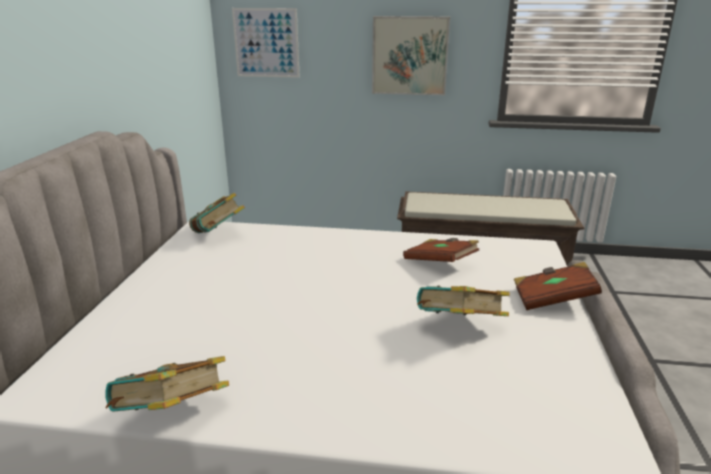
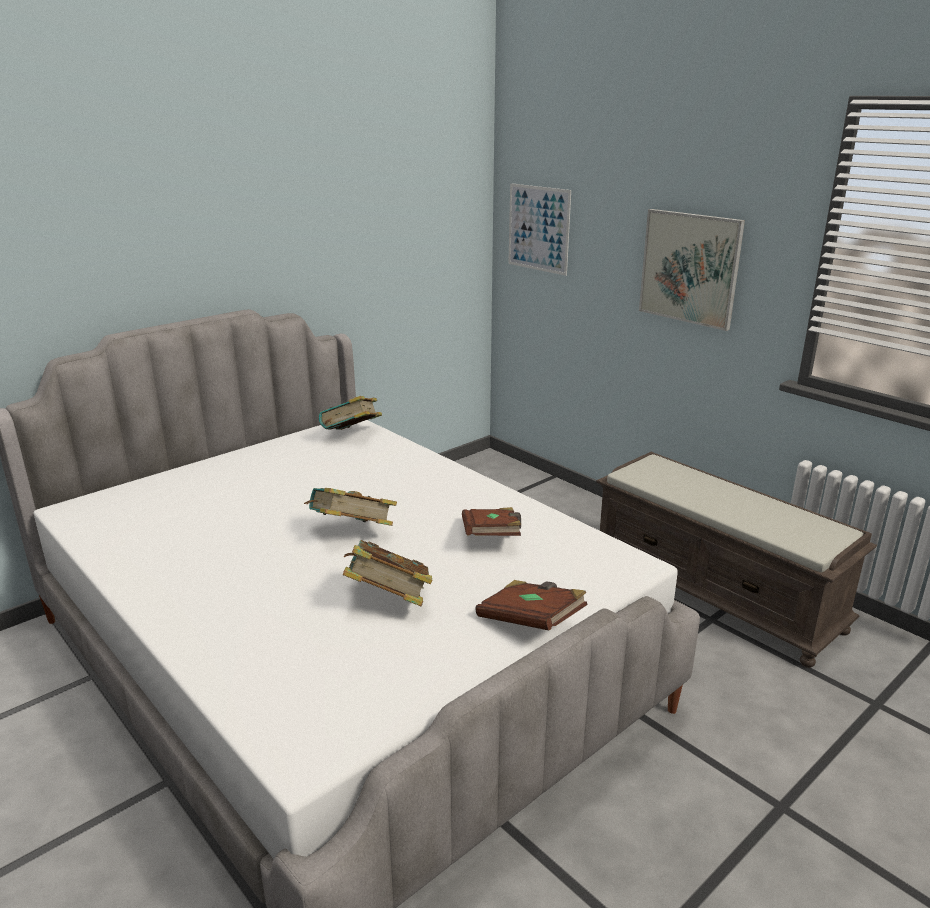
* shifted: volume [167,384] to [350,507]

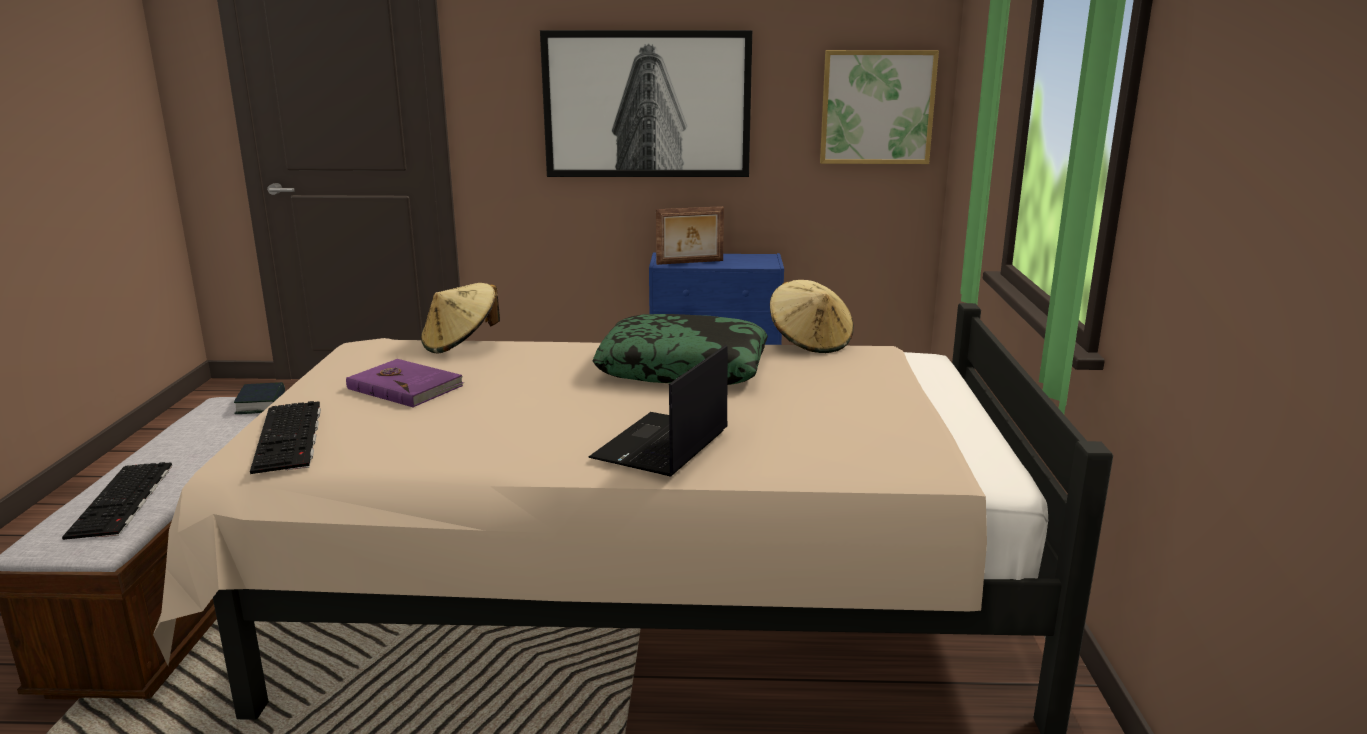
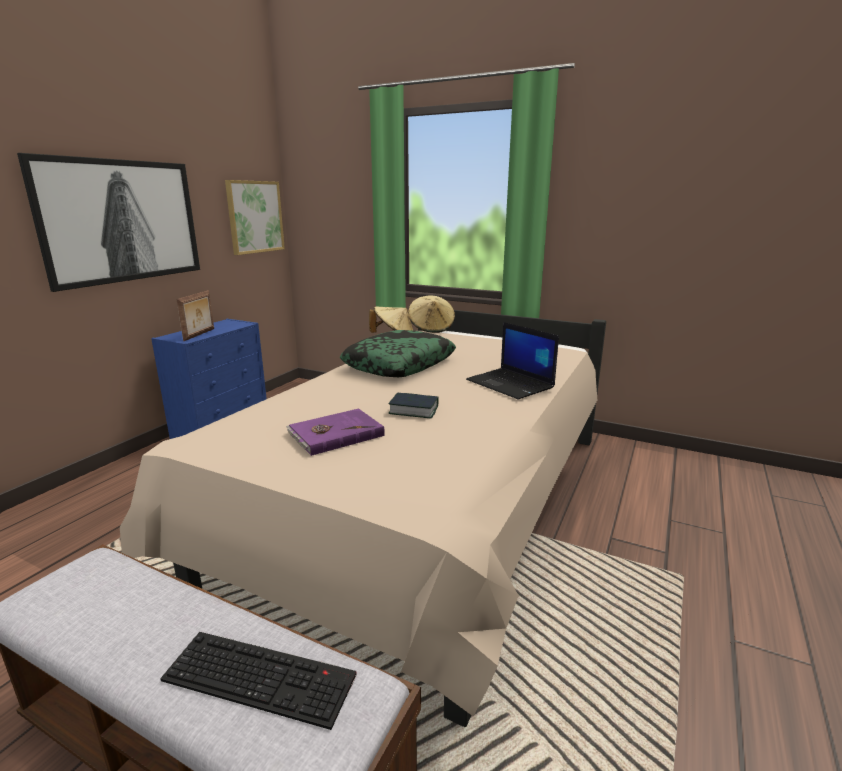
* shifted: volume [259,398] to [413,406]
* shifted: hat (beige-coloured) [460,318] to [431,314]
* gone: PC keyboard [285,437]

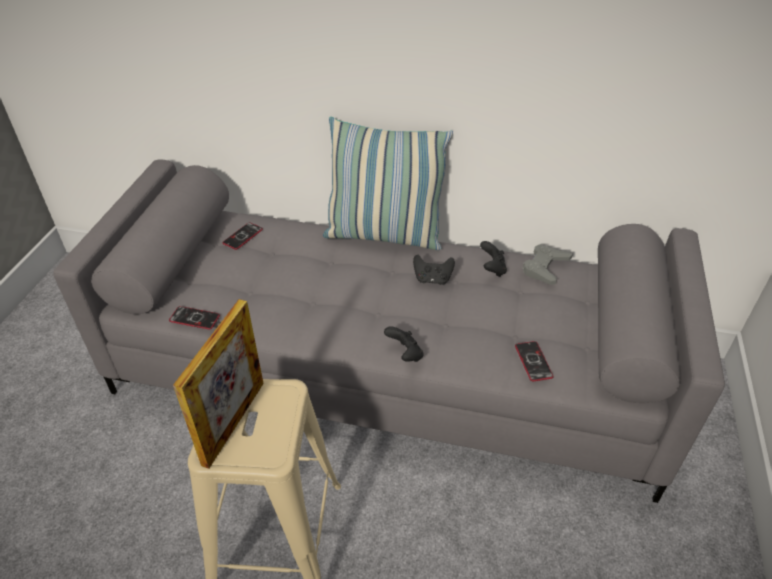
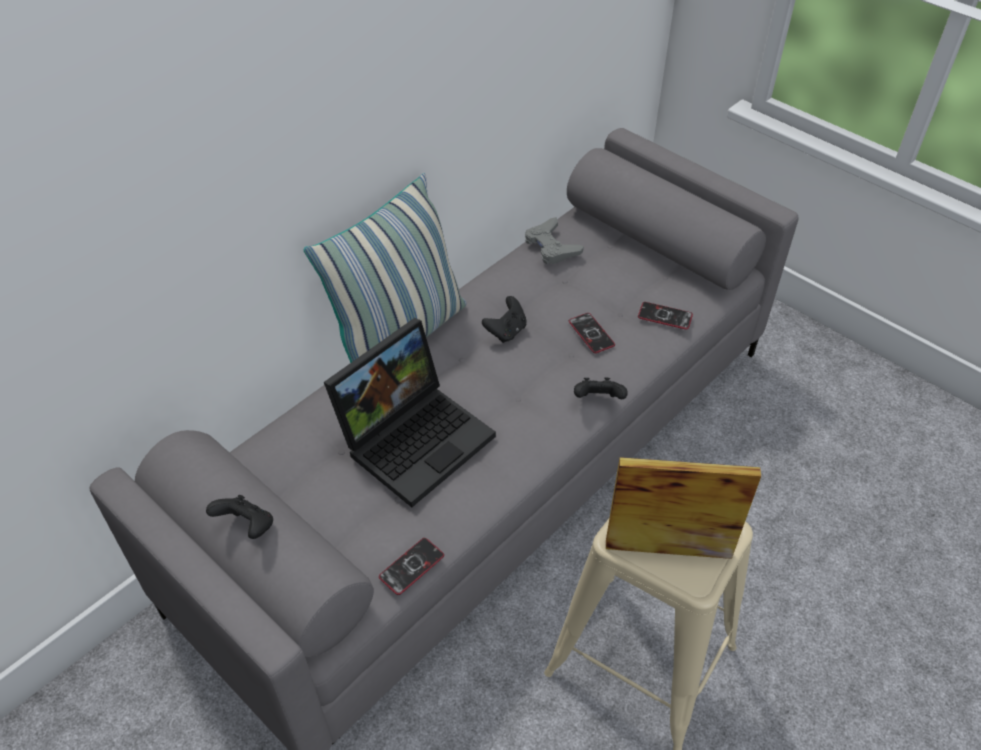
* shifted: gamepad (blackish) [493,259] to [239,517]
* new: portable computer [410,412]
* shifted: handset [242,236] to [592,333]
* rotated: picture frame [218,384] = [683,508] 45 degrees counterclockwise

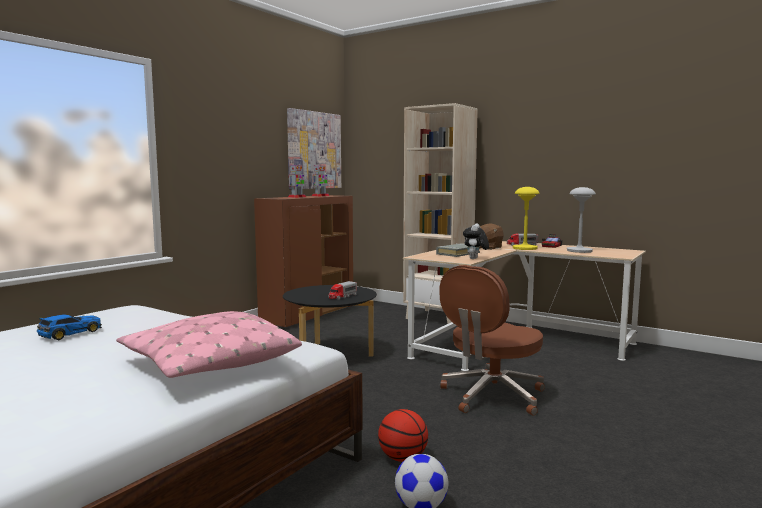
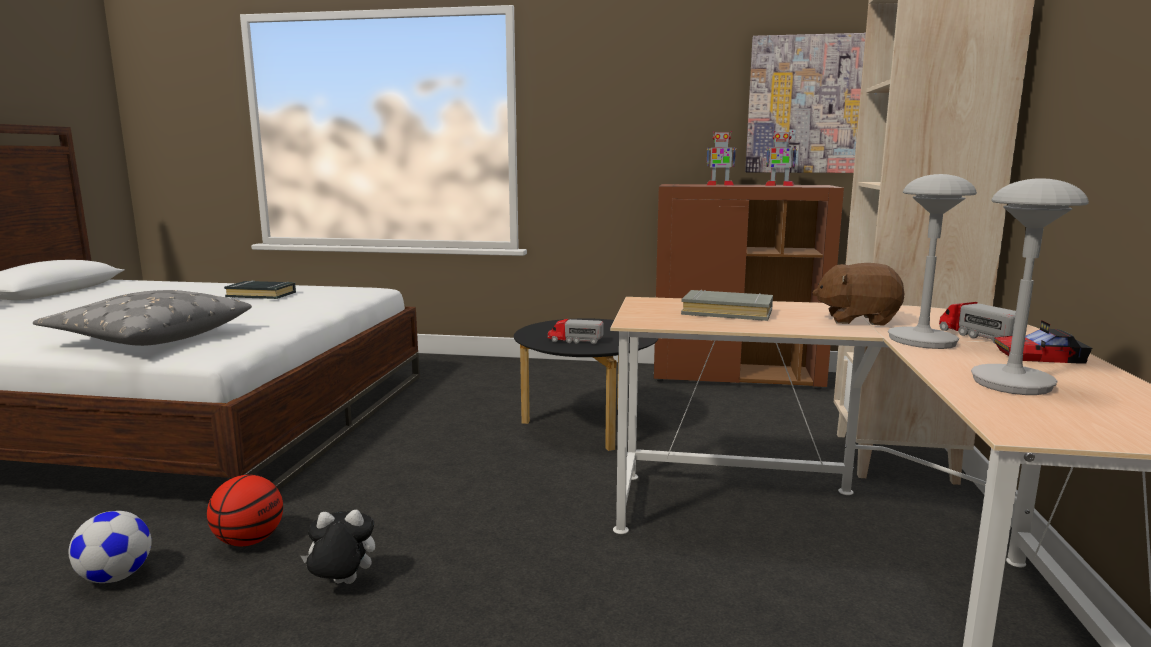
* repainted: pillow (pink) [209,344] to pillow (gray) [142,318]
* swapped: miniature car [69,327] to volume (blackish) [260,289]
* shifted: cuddly toy [476,241] to [338,547]
* repainted: lamp for a table (yellow-coloured) [526,218] to lamp for a table (gray) [932,261]
* gone: office chair (brown) [492,340]

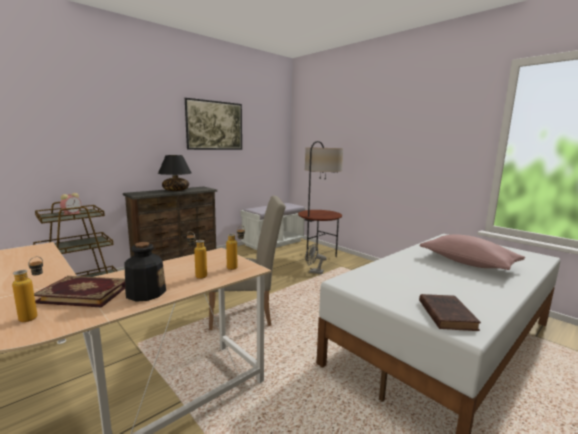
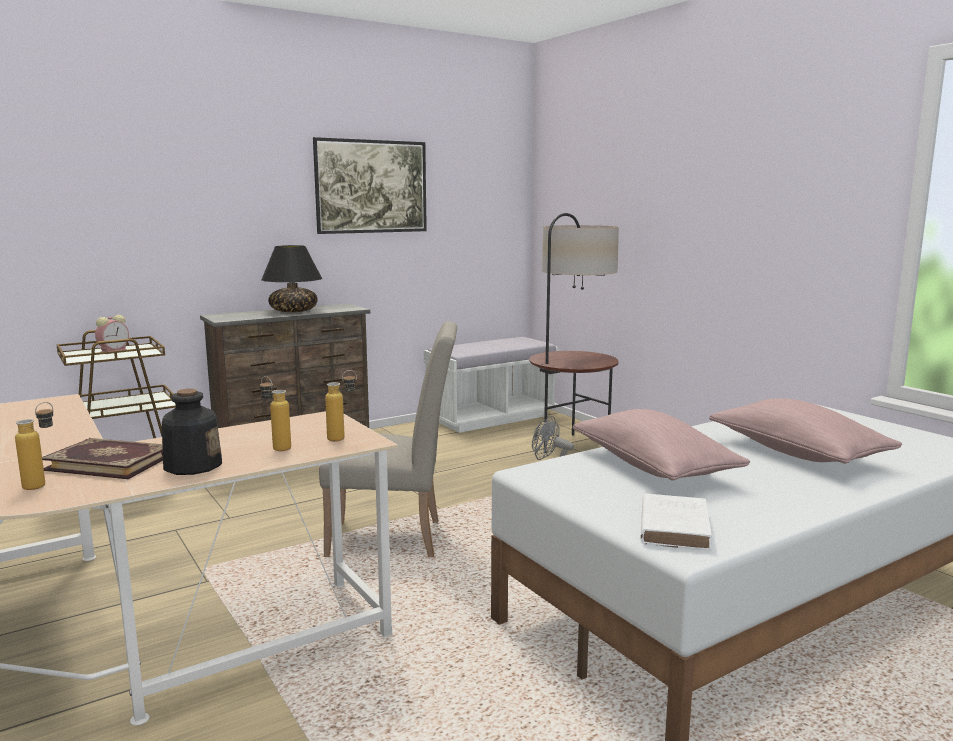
* new: pillow (pink) [661,444]
* repainted: volume (brown) [450,312] to volume (white) [676,522]

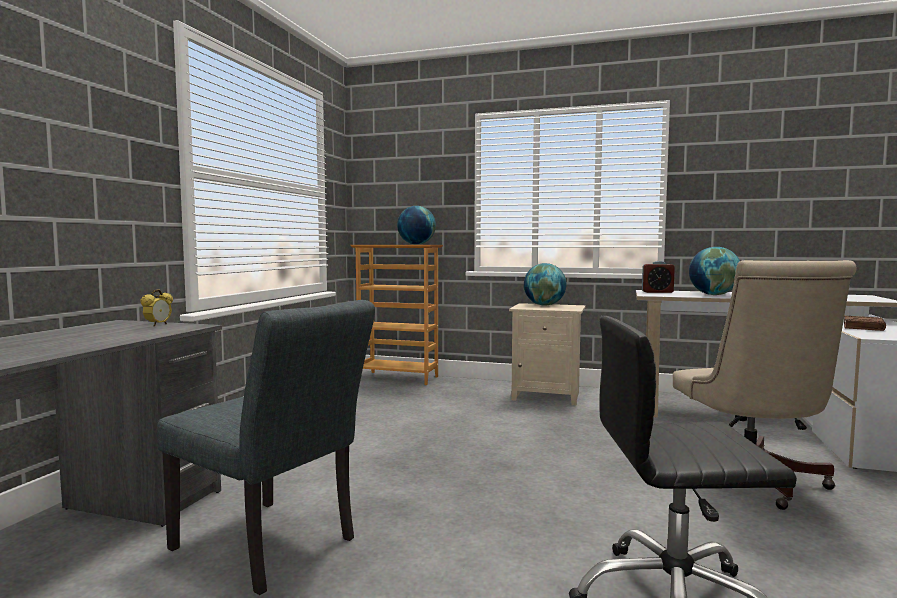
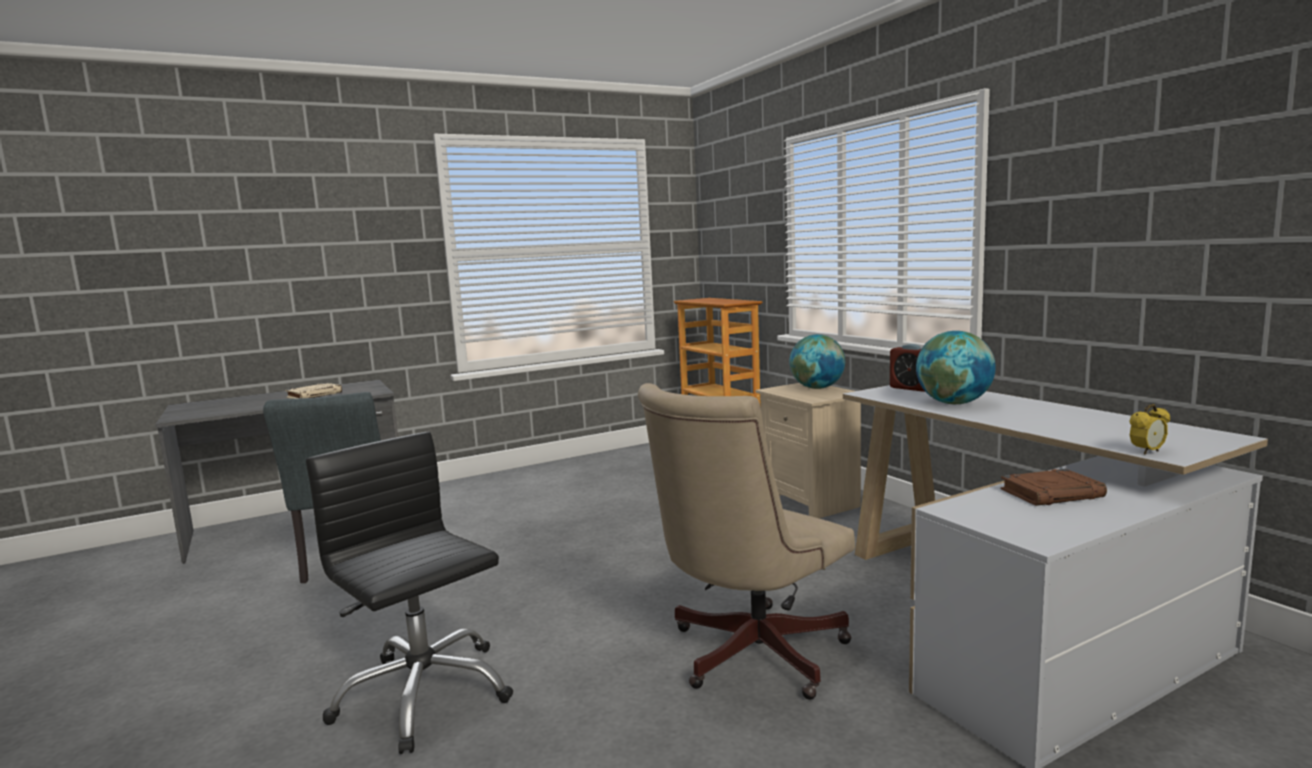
* new: volume (beige-coloured) [313,391]
* shifted: bedside clock [156,307] to [1149,429]
* gone: globe [416,225]

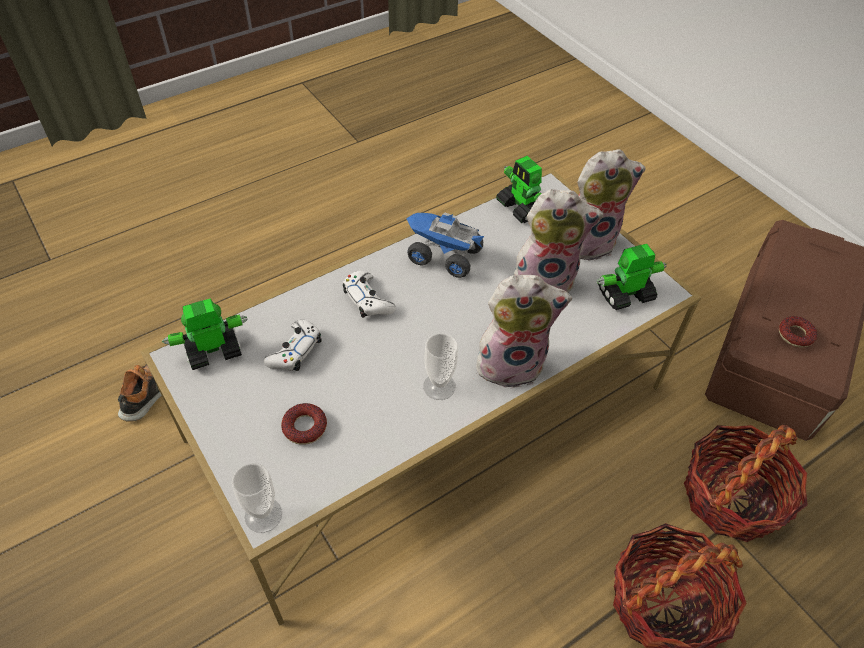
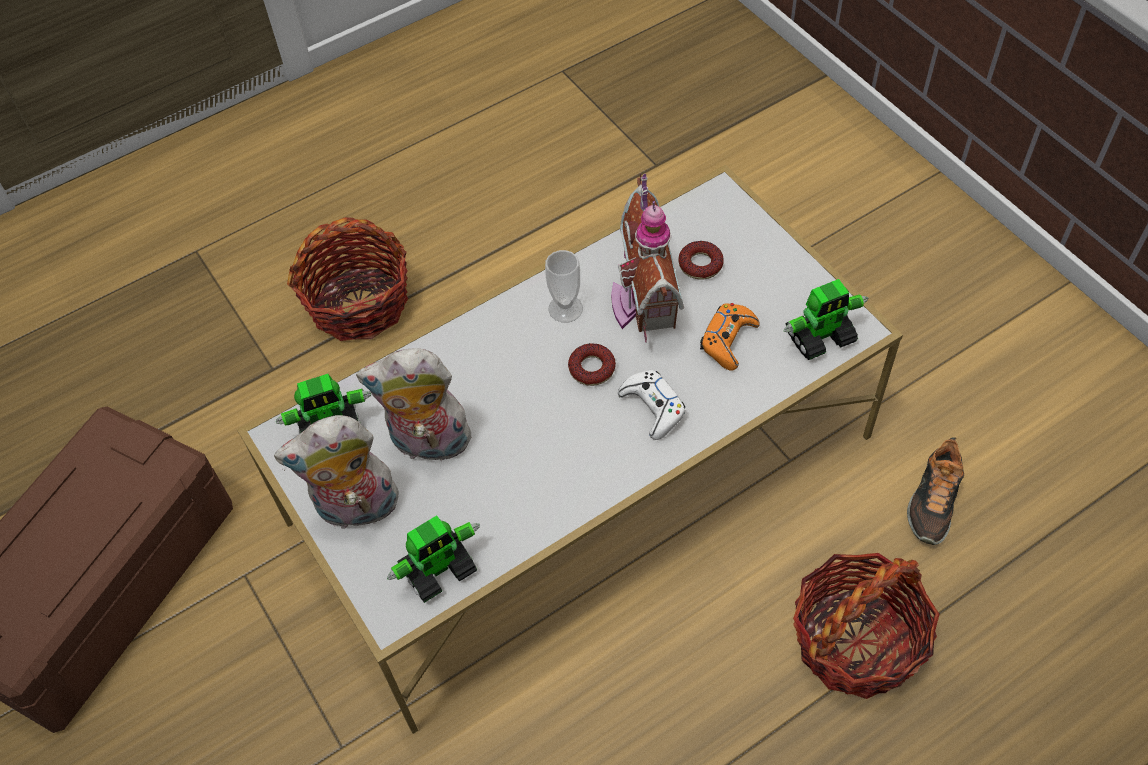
* rotated: robot figure [519,189] = [433,559] 90 degrees clockwise
* shifted: ring doughnut [798,331] to [592,364]
* new: model house [647,258]
* repainted: gamepad (white) [293,345] to gamepad (orange) [730,337]
* shifted: household basket [746,483] to [866,626]
* gone: drinking cup [257,498]
* gone: toy truck [445,245]
* gone: cuddly toy [523,332]

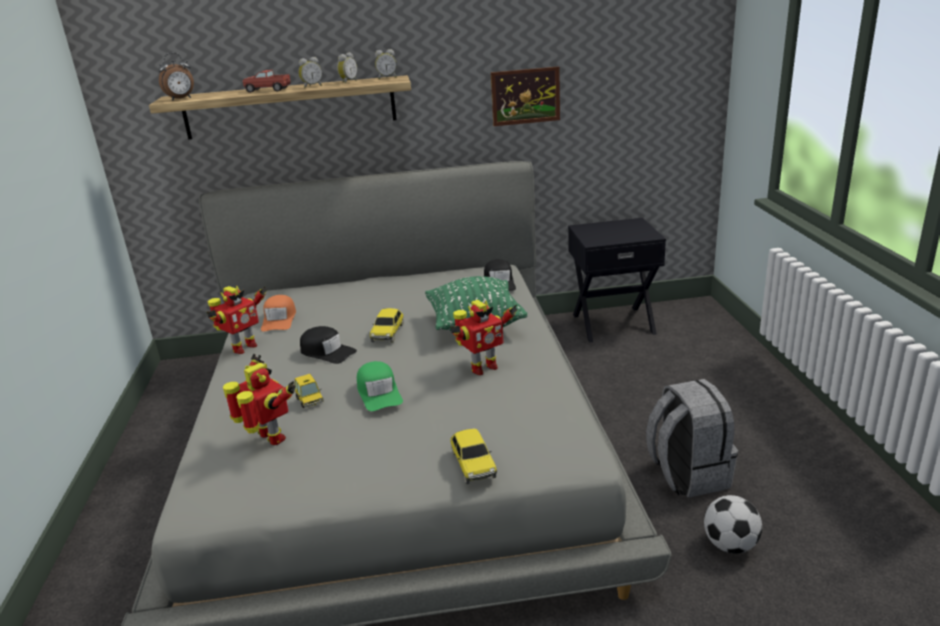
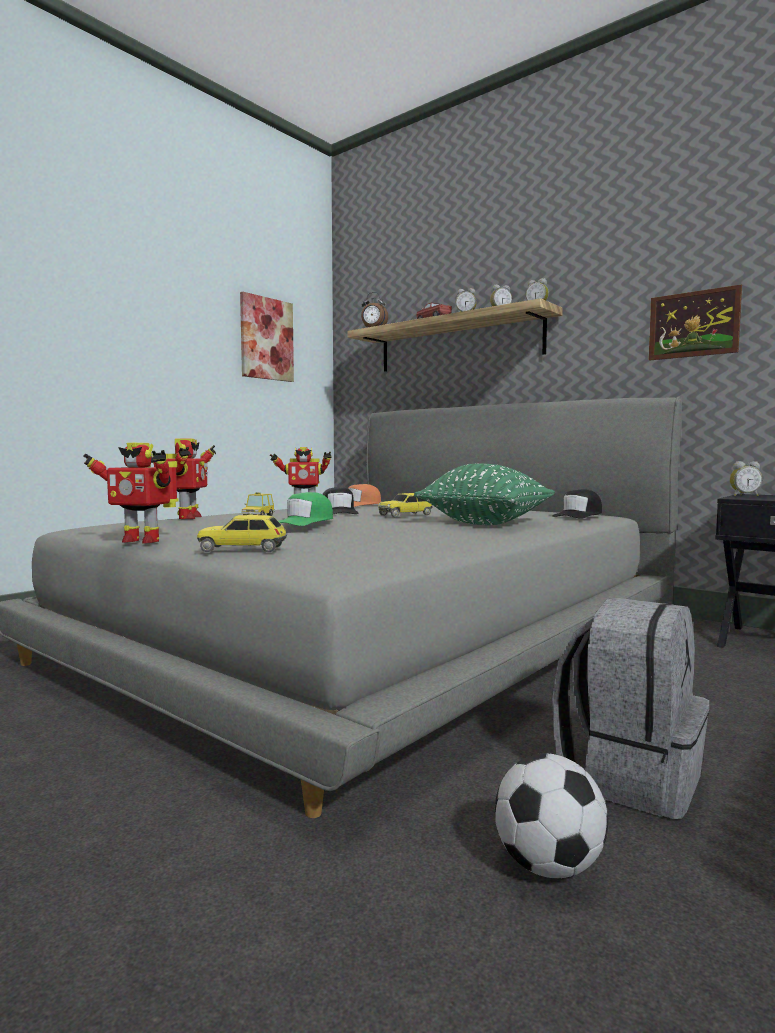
* shifted: robot figure [484,337] to [130,493]
* rotated: miniature car [473,456] = [242,533] 60 degrees clockwise
* new: wall picture [267,337]
* new: bedside clock [746,478]

